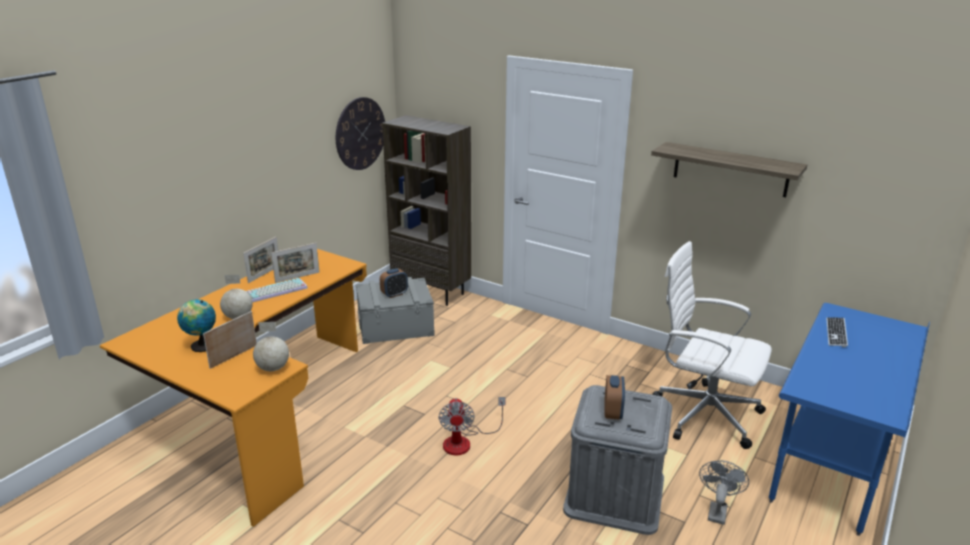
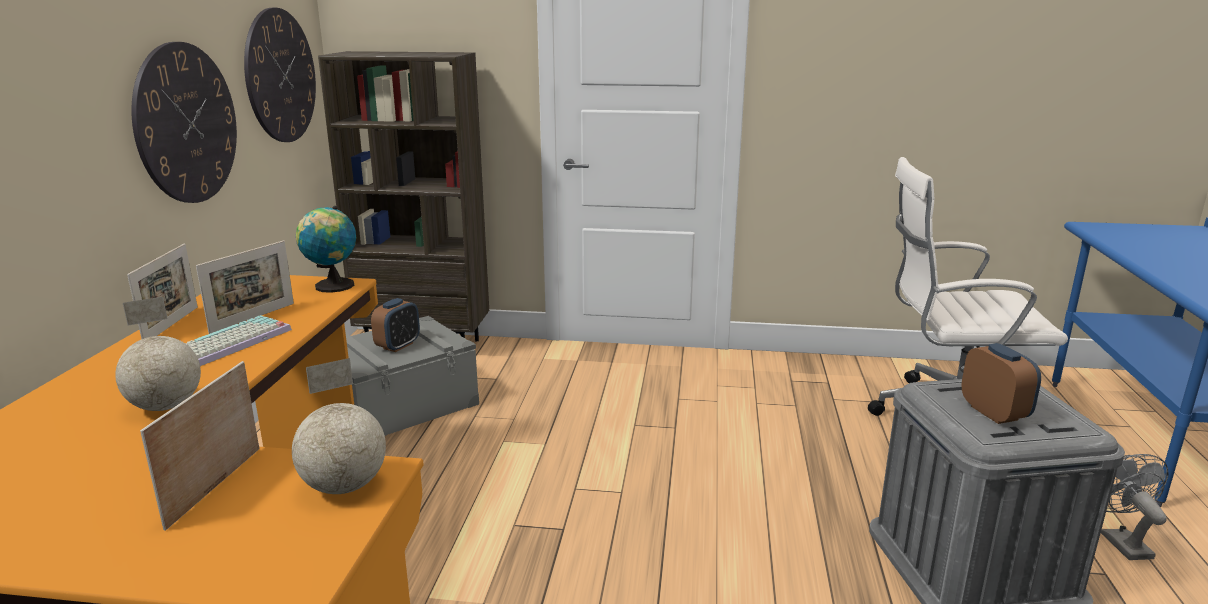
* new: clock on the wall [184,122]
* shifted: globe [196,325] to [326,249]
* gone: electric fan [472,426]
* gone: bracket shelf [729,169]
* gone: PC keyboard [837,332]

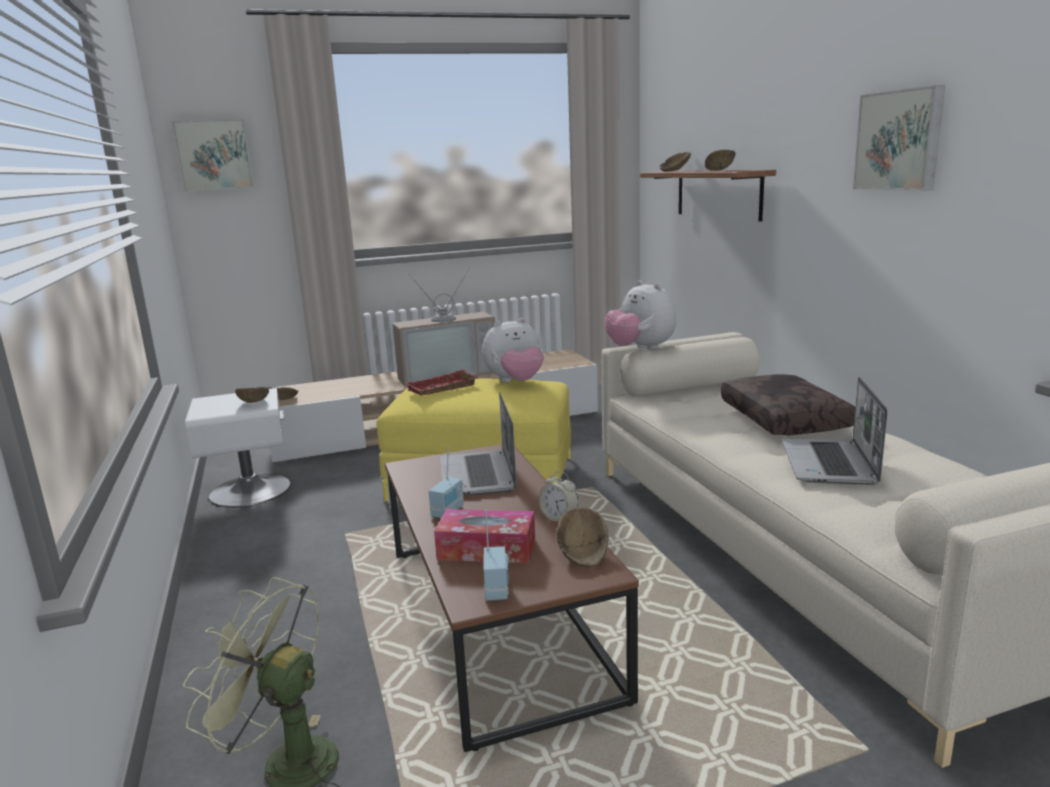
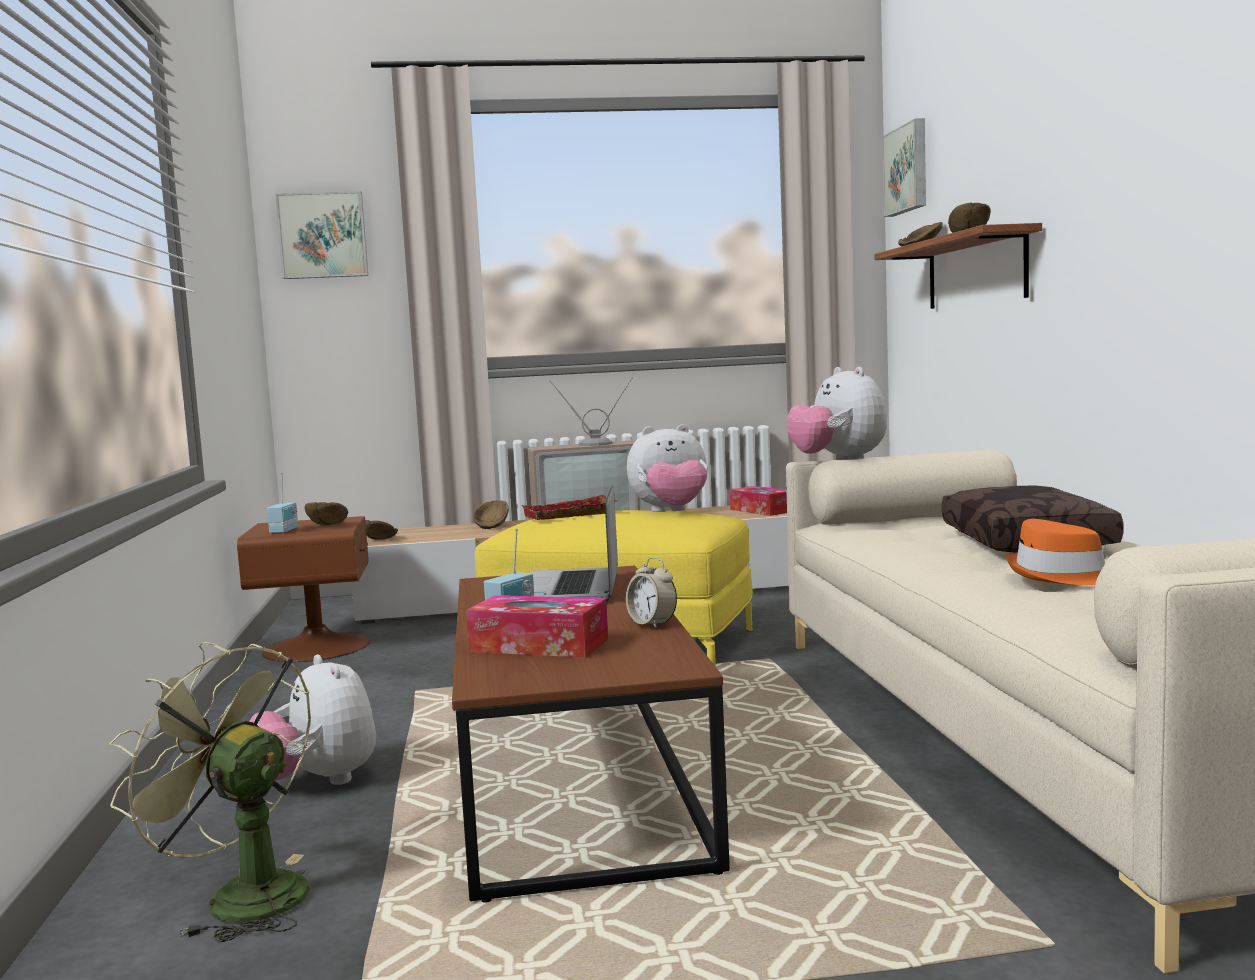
* repainted: nightstand (white) [238,448] to nightstand (brown) [303,589]
* new: cuddly toy [312,720]
* shifted: radio set [496,555] to [282,503]
* shifted: bowl (brown) [583,537] to [491,514]
* new: box of tissues [758,501]
* shifted: wall picture [899,138] to [904,167]
* swapped: portable computer [834,431] to hat (orange) [1055,552]

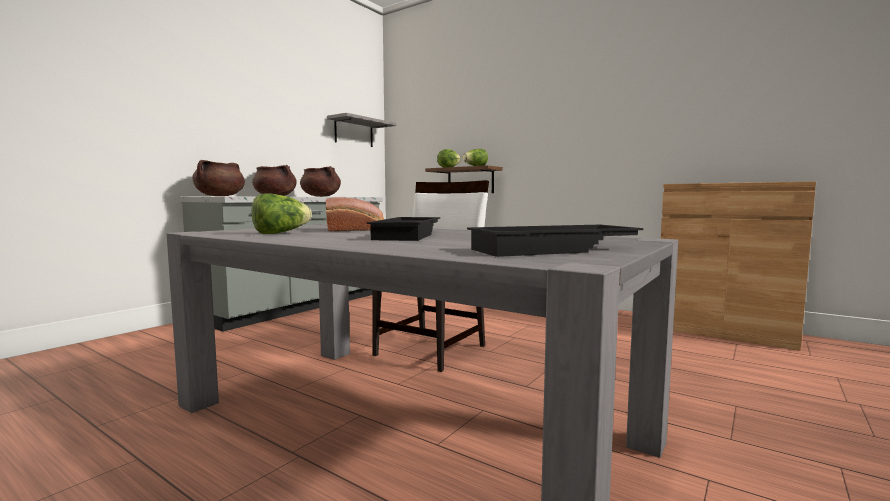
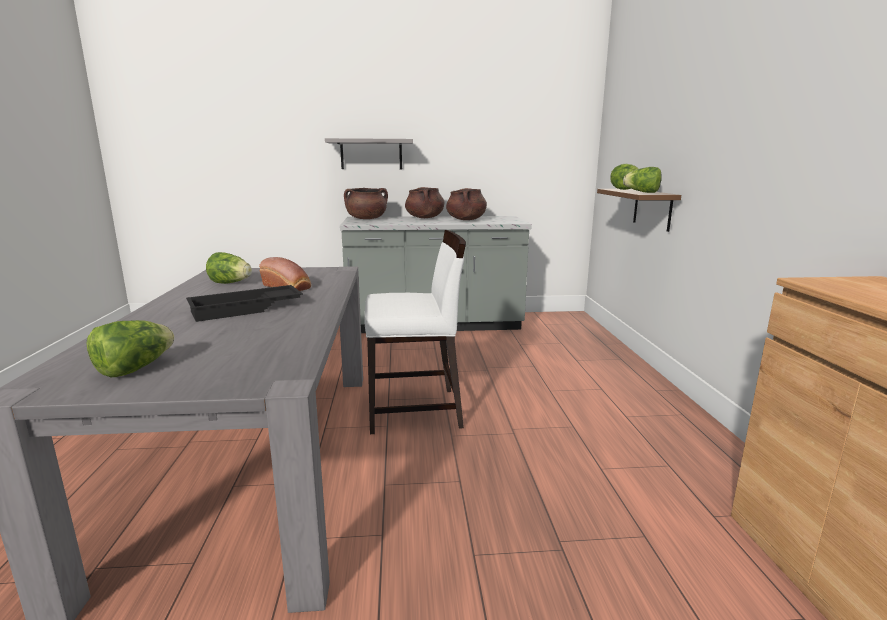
* swapped: serving tray (blackish) [555,241] to lettuce [130,348]
* shifted: bracket shelf (gray) [362,130] to [369,153]

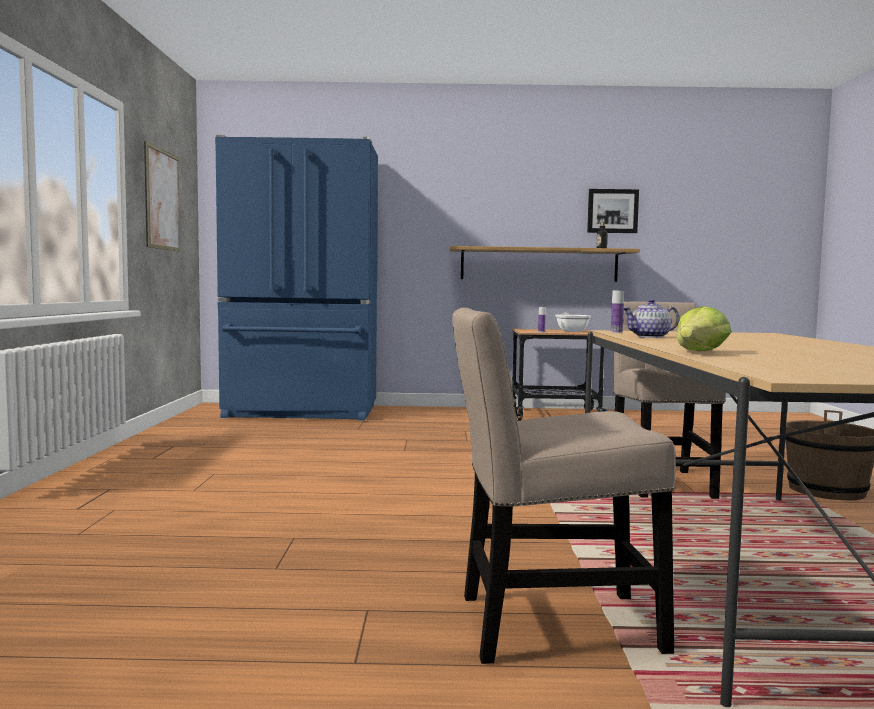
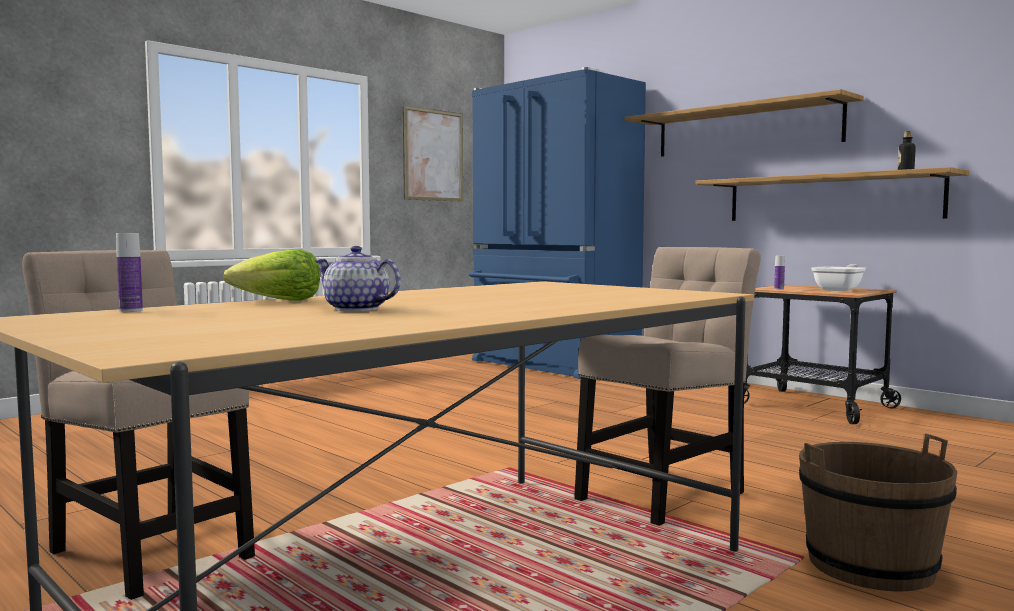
* shifted: drink bottle [617,312] to [129,272]
* shifted: tea pot [651,318] to [358,278]
* new: bracket shelf [744,123]
* gone: wall picture [613,211]

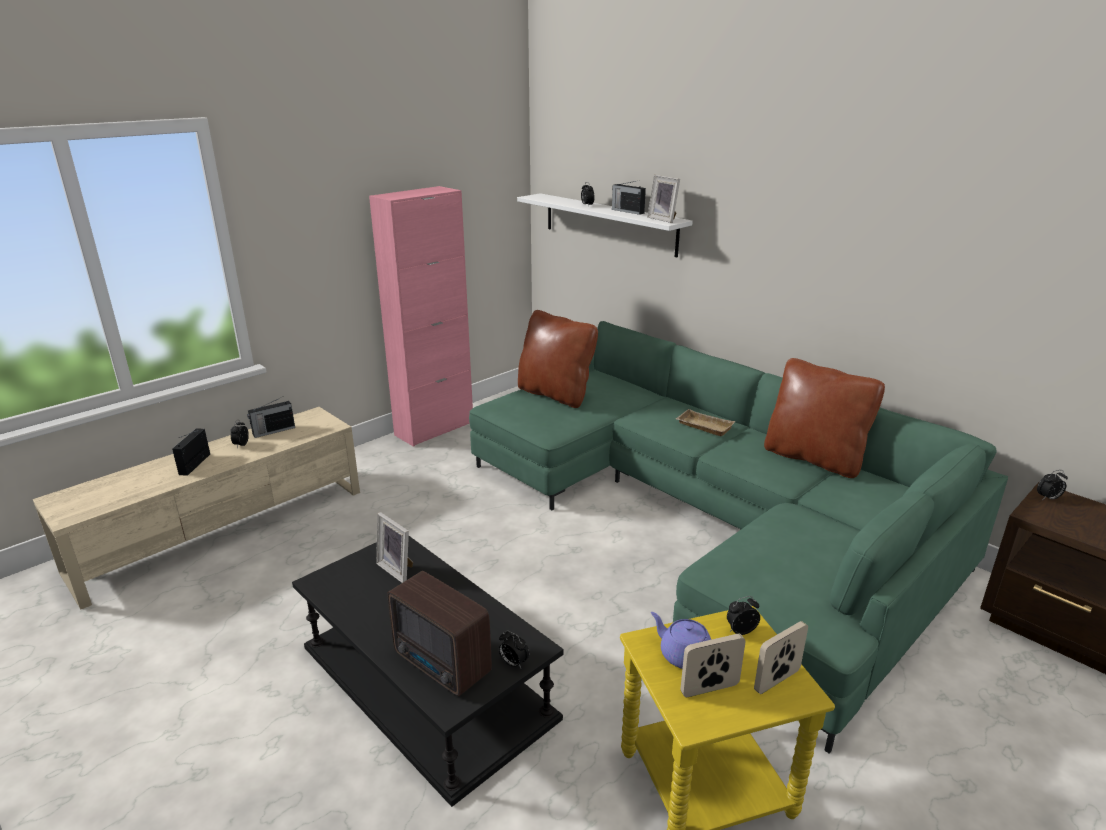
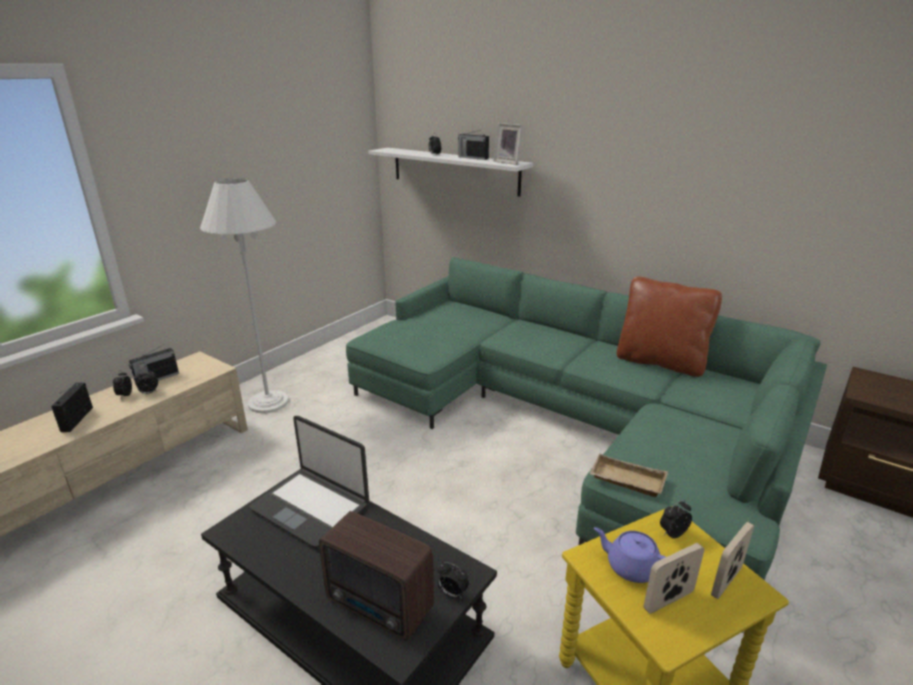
* shifted: bedside clock [1052,485] to [145,381]
* new: standing lamp (white) [244,295]
* swapped: picture frame [394,547] to portable computer [309,482]
* shifted: serving tray (beige-coloured) [706,422] to [628,475]
* gone: cupboard (pink) [421,316]
* gone: pillow (brown) [558,359]

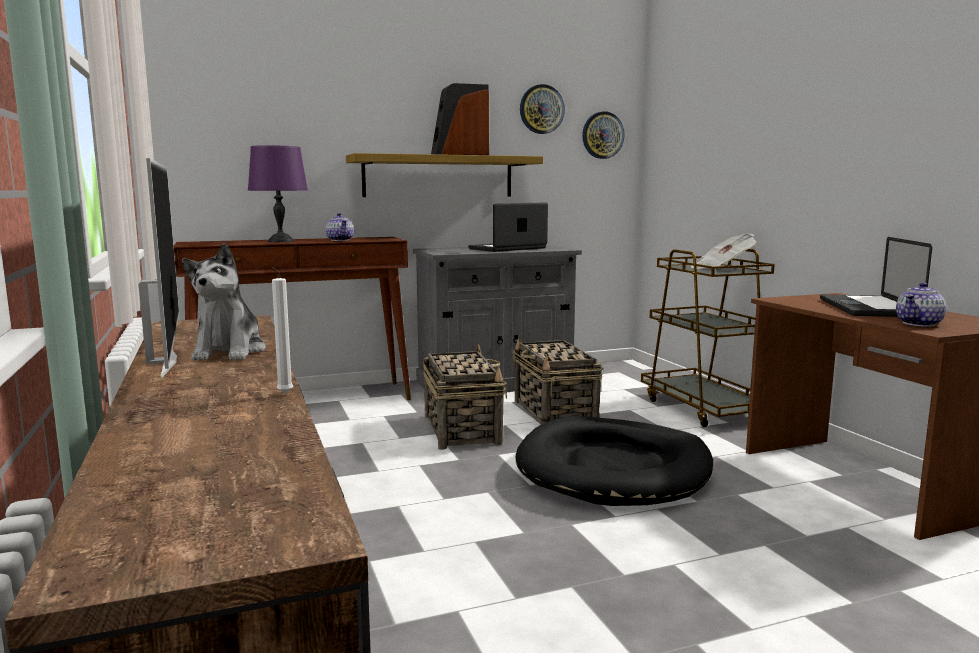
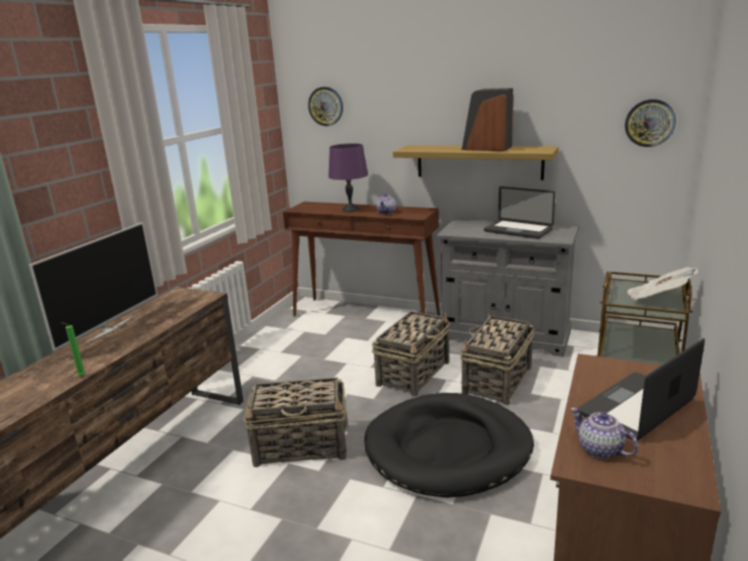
* repainted: candle (white) [282,330] to candle (green-coloured) [73,349]
* new: household basket [295,422]
* shifted: clock on the wall [542,109] to [325,106]
* rotated: portable computer [508,227] = [520,212] 150 degrees counterclockwise
* rotated: tea pot [921,304] = [604,433] 45 degrees clockwise
* gone: cuddly toy [223,302]

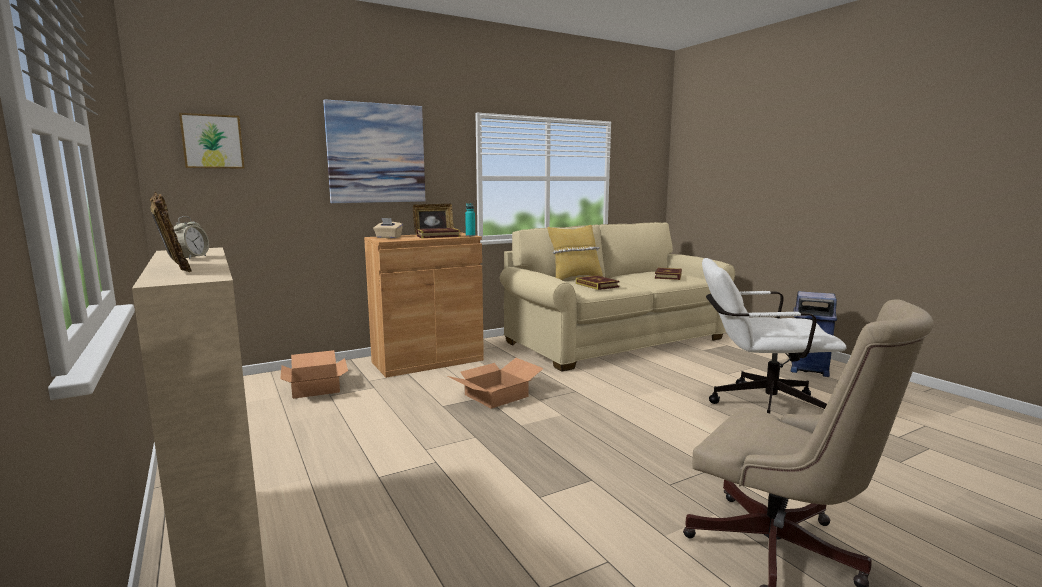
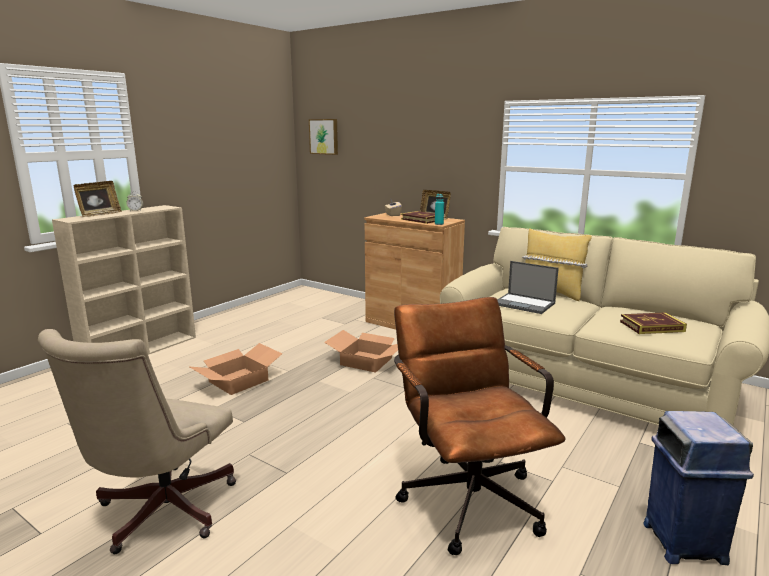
* shifted: packing box [314,374] to [236,369]
* repainted: office chair (white) [774,336] to office chair (brown) [480,426]
* swapped: volume [598,282] to portable computer [528,287]
* gone: wall picture [374,151]

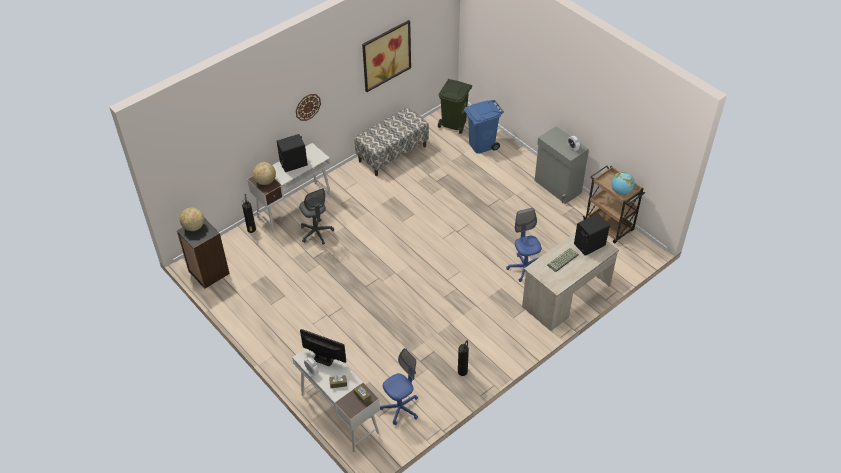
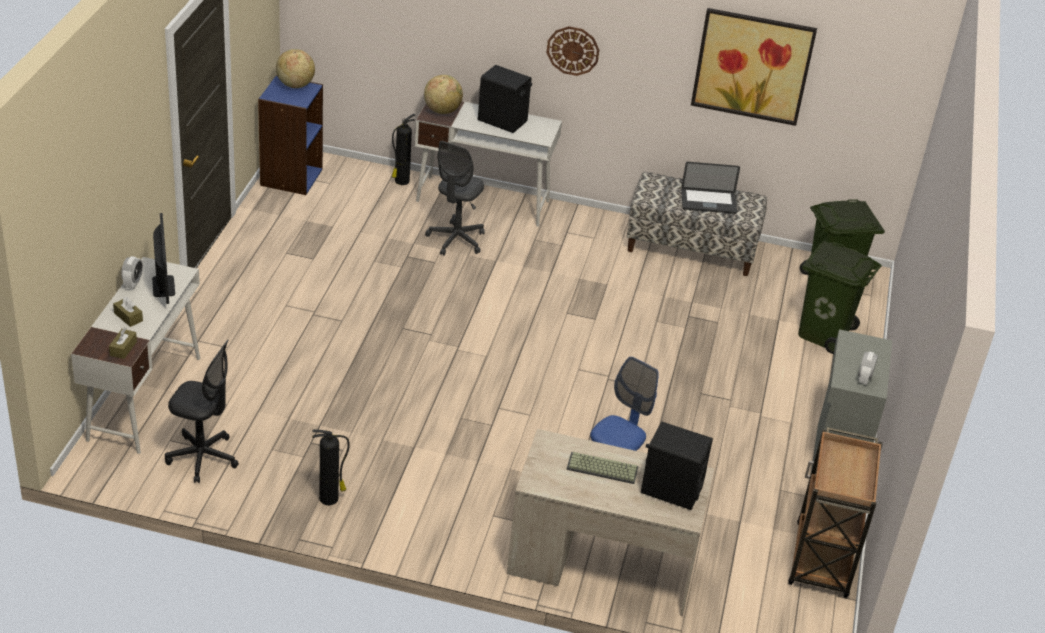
* repainted: office chair (bluish) [399,386] to office chair (blackish) [202,411]
* repainted: shelving unit (blackish) [203,253] to shelving unit (bluish) [290,135]
* new: portable computer [710,188]
* repainted: rubbish bin (bluish) [484,127] to rubbish bin (green-coloured) [840,297]
* gone: globe [623,183]

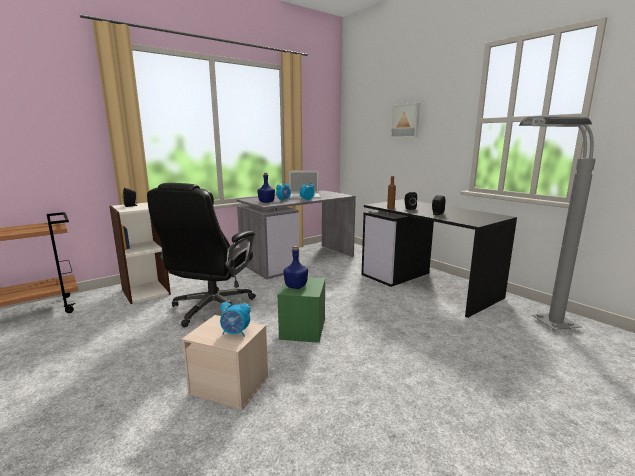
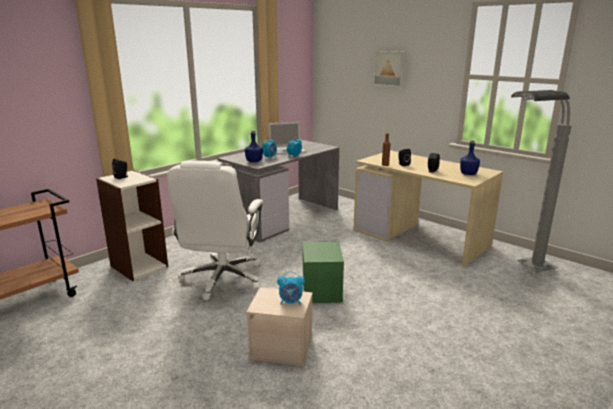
* repainted: office chair (blackish) [201,255] to office chair (white) [215,230]
* repainted: desk (blackish) [439,258] to desk (beige-coloured) [428,208]
* shifted: drink bottle (bluish) [295,267] to [470,157]

